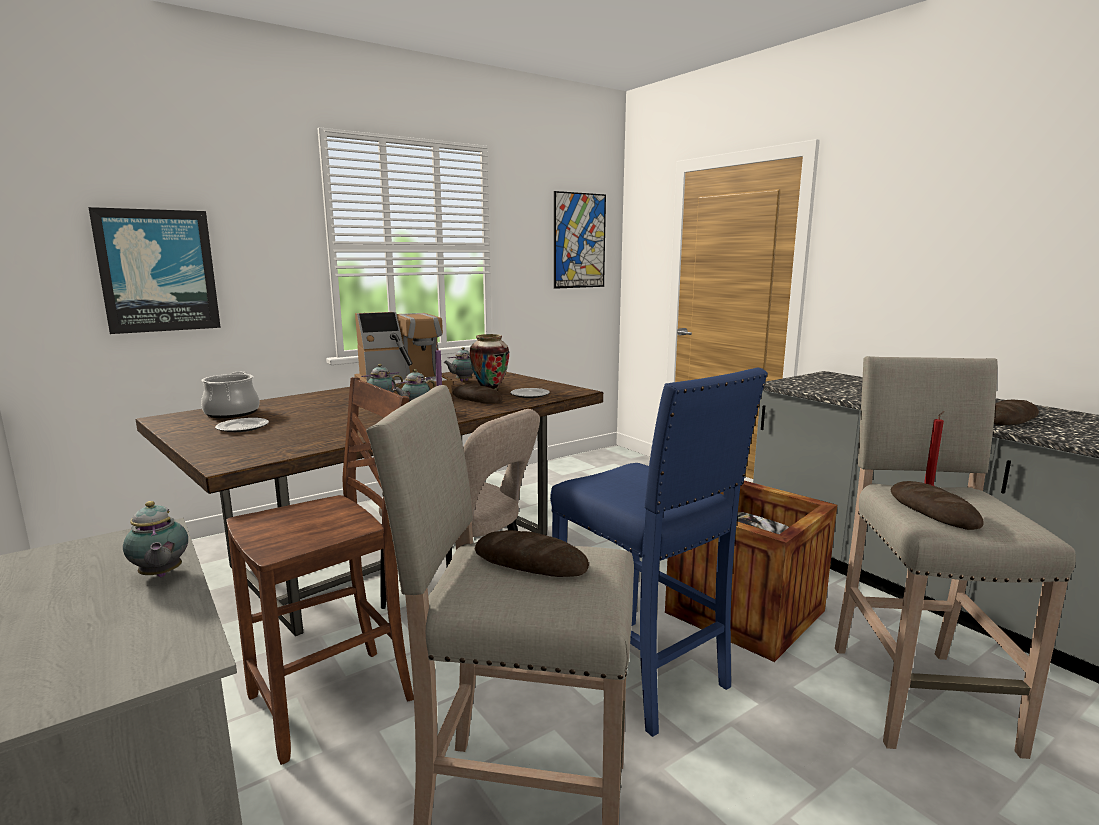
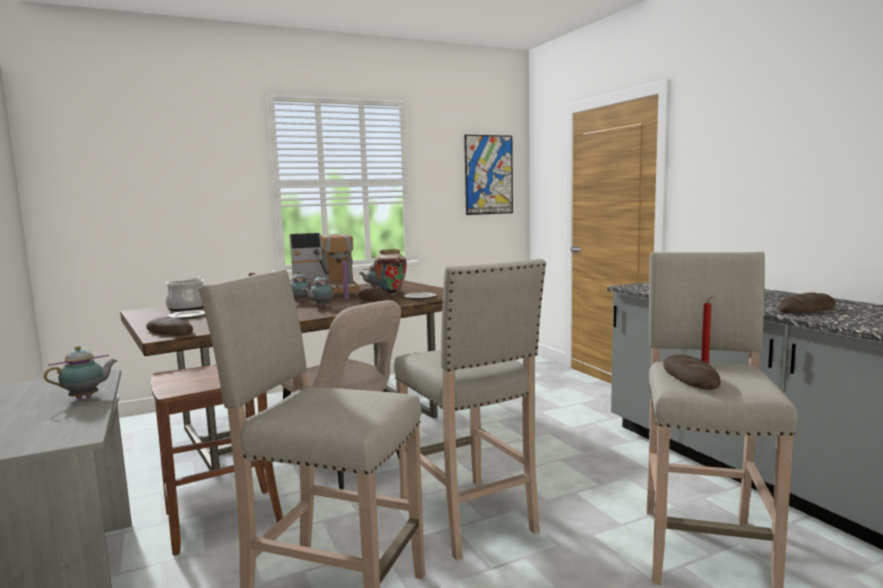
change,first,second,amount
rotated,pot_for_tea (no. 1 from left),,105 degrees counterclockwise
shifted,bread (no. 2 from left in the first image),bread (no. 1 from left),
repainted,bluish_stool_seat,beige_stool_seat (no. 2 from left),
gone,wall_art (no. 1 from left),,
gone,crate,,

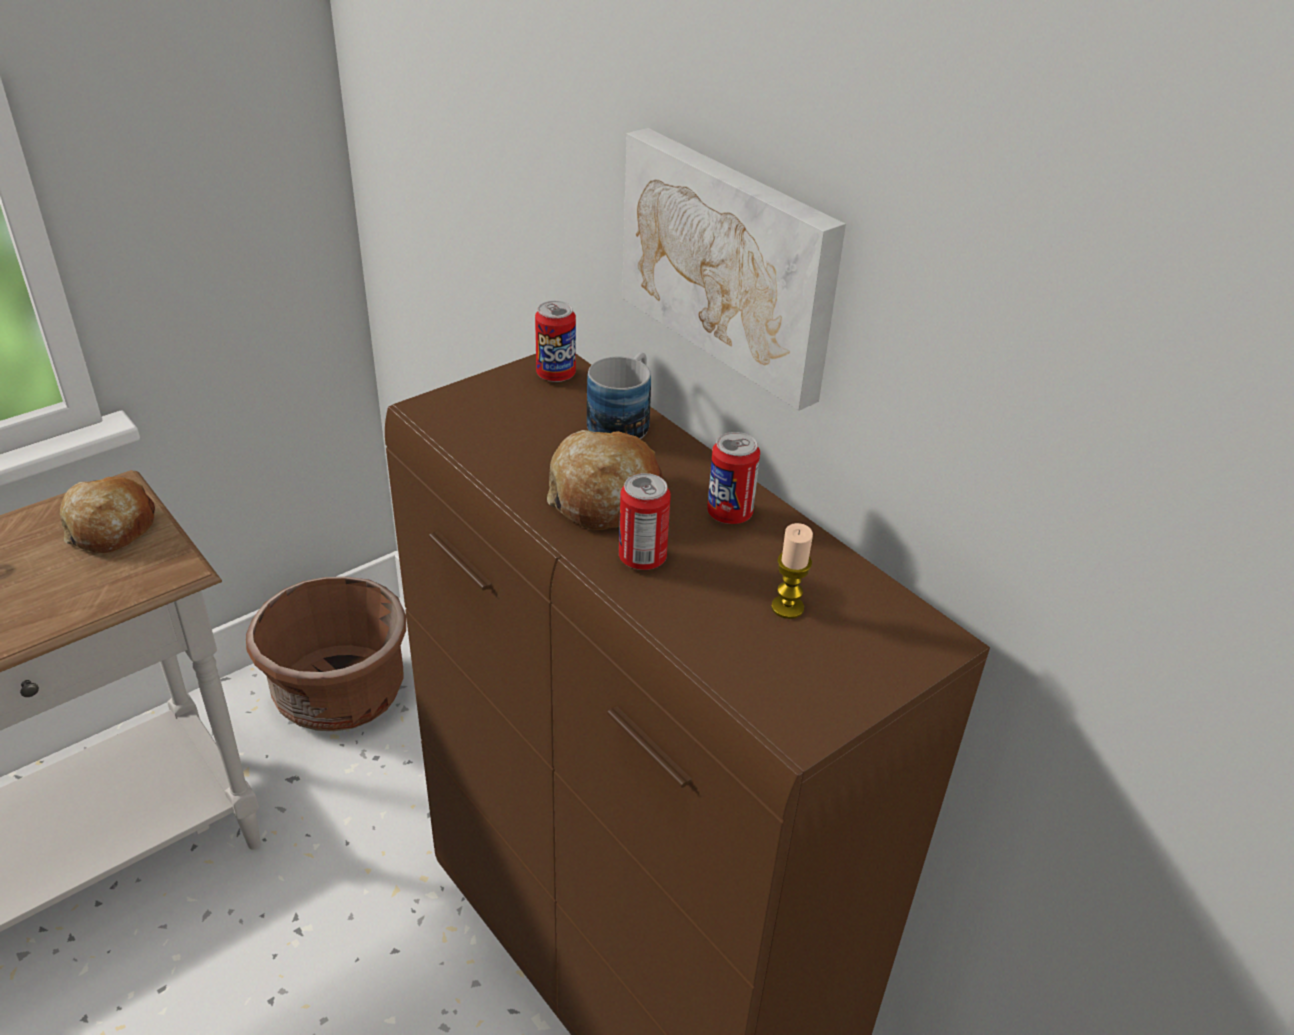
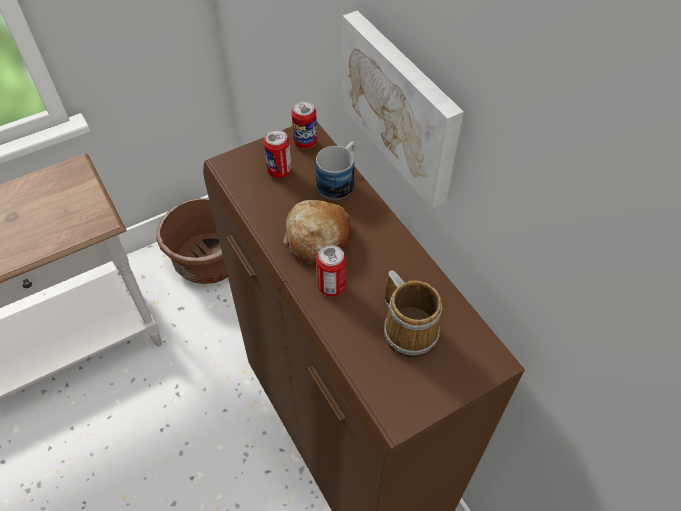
change,first,second,amount
shifted,sealed_can (no. 3 from left in the first image),sealed_can (no. 1 from left),
swapped,wax_light,mug (no. 2 from left),
gone,bread (no. 1 from left),,

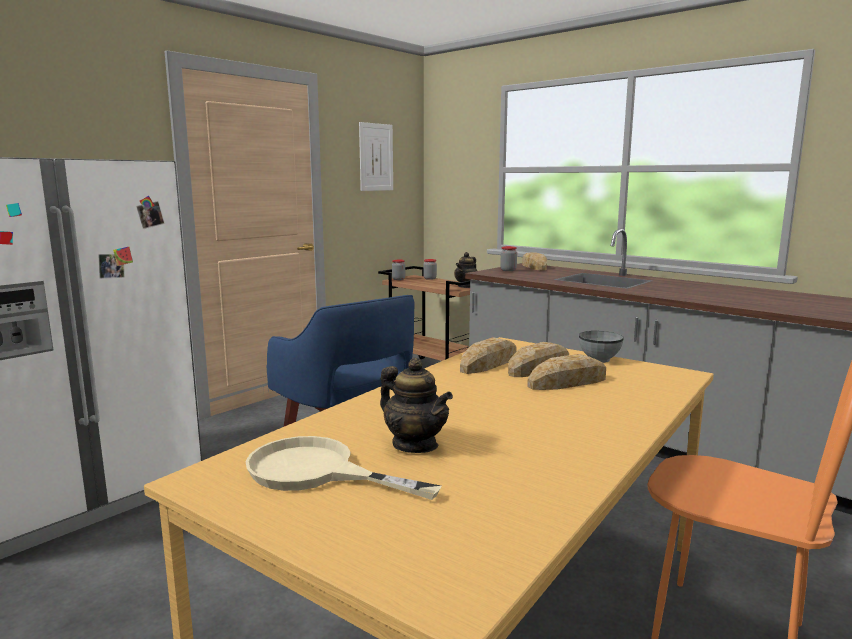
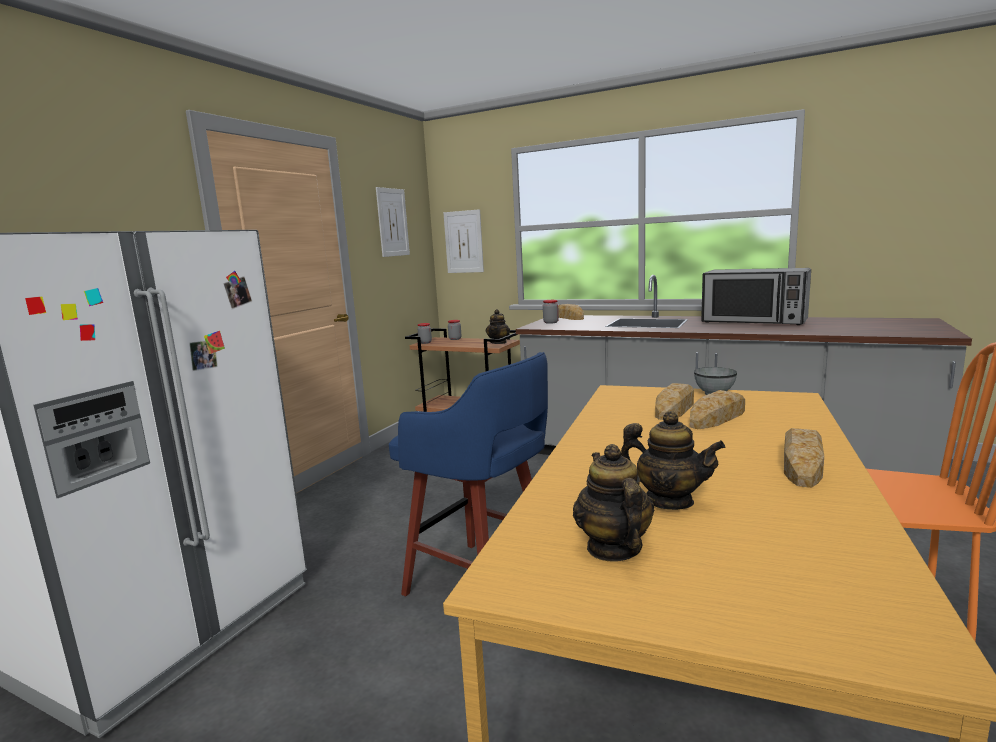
change,first,second,amount
new,,wall_art (no. 2 from left),
swapped,beige_frying_pan,pot_for_tea (no. 2 from left),
new,,microwave_oven,
shifted,bread (no. 1 from left in the first image),bread (no. 4 from left),

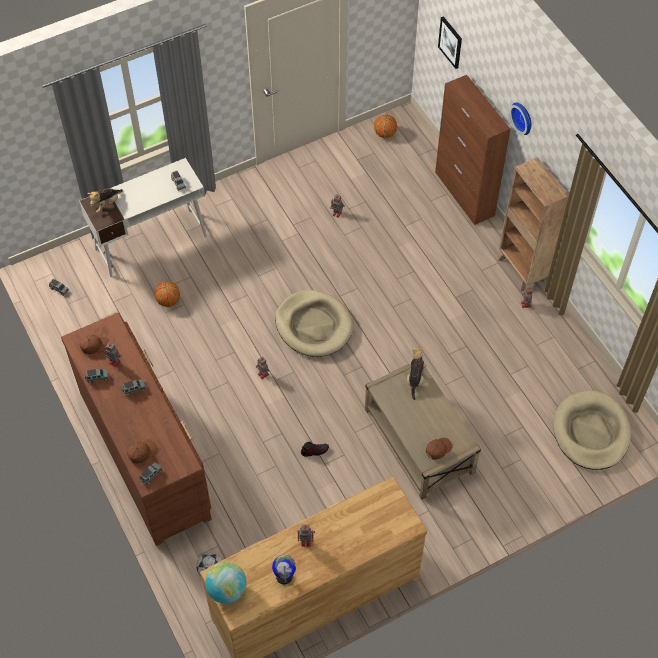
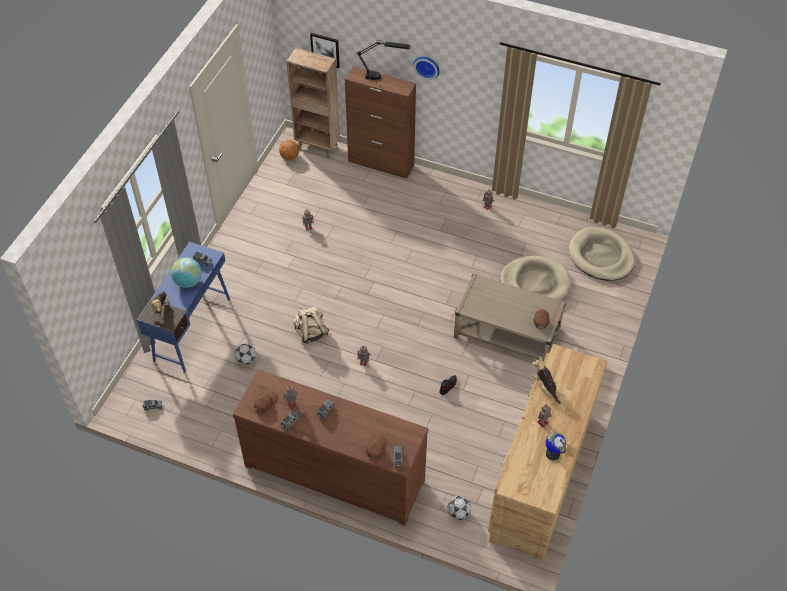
change,first,second,amount
repainted,whitish_desk_table,bluish_desk_table,
shifted,desk_globe (no. 1 from left),,
swapped,basketball (no. 1 from left),football (no. 1 from left),
shifted,brown-coloured_bookcase,,
new,,beige_rucksack,
new,,black-coloured_table_lamp,
shifted,beige_dog_cushion (no. 1 from left),,
shifted,plush_toy (no. 2 from left),,

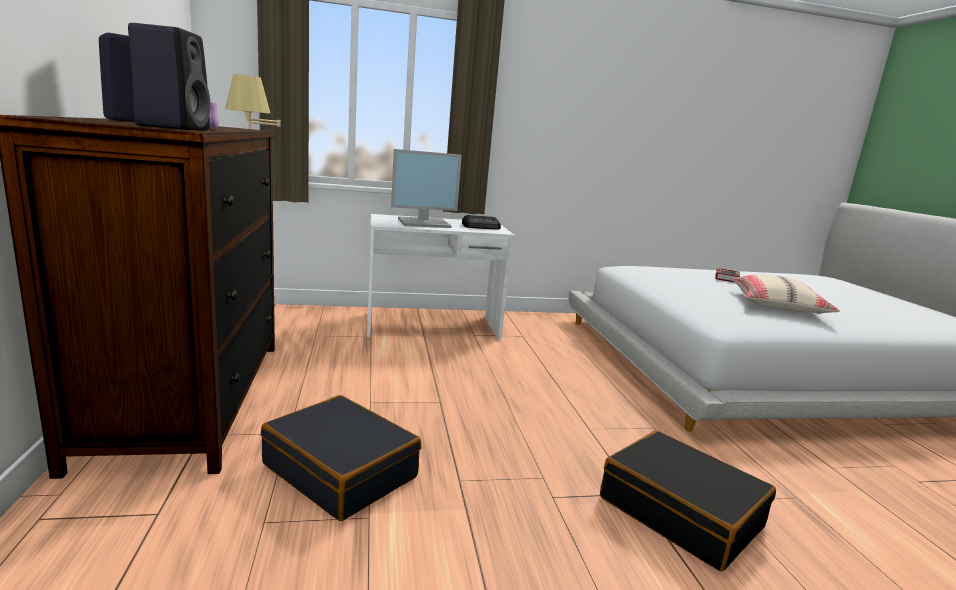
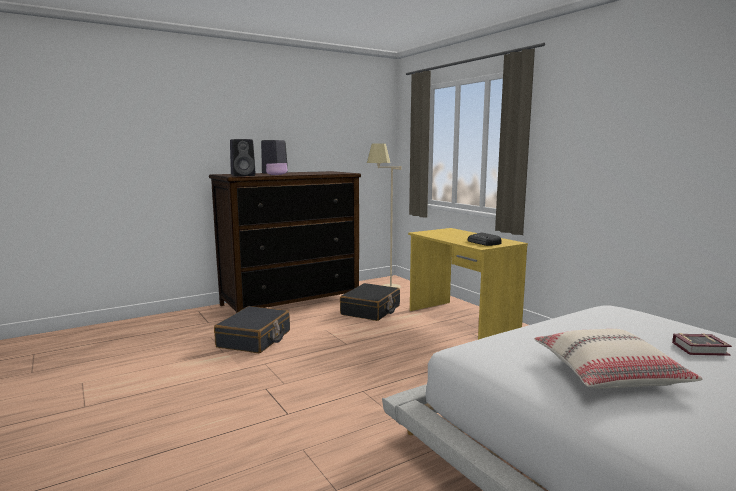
change,first,second,amount
shifted,black-coloured_suitcase (no. 2 from left),,
repainted,whitish_desk_table,yellowish_desk_table,
gone,computer_screen,,

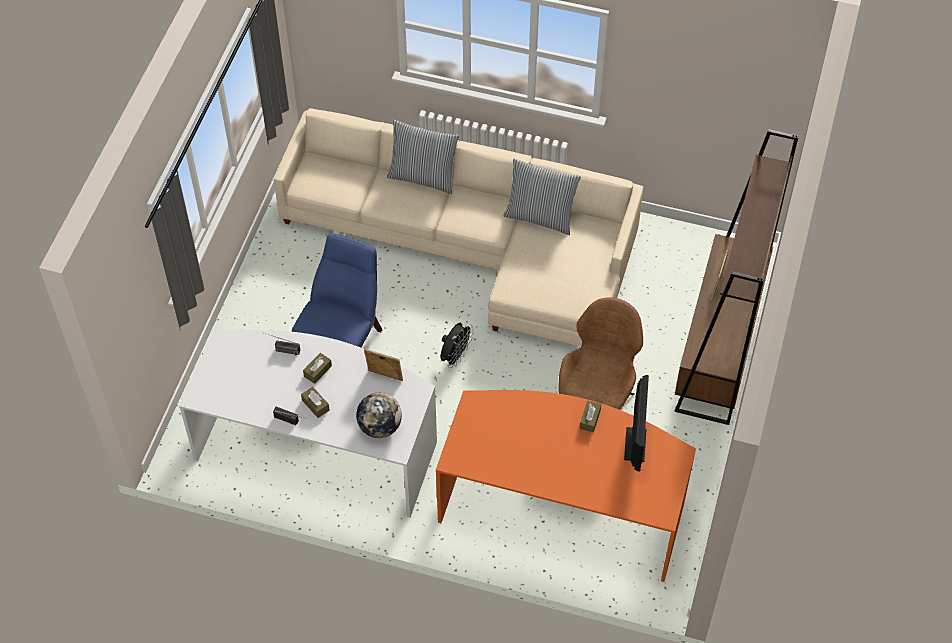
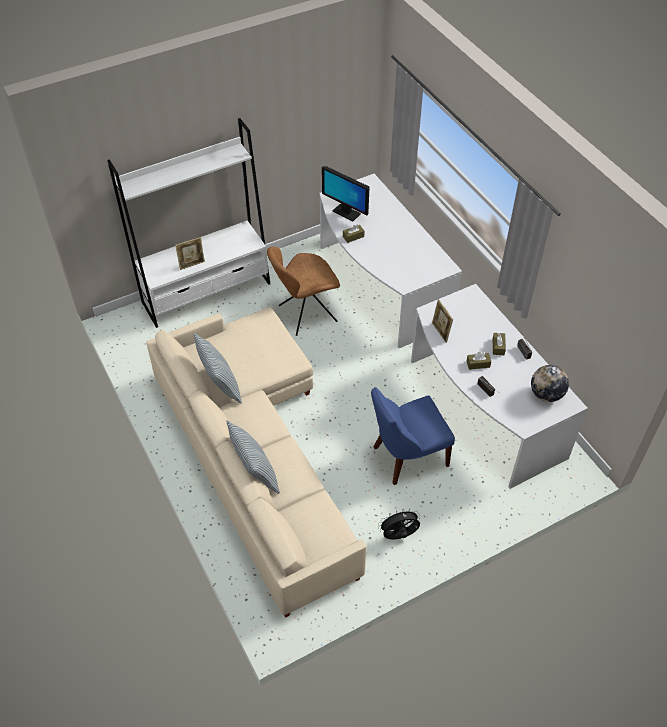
change,first,second,amount
repainted,brown-coloured_bookcase,whitish_bookcase,
repainted,orange-coloured_desk_table,whitish_desk_table (no. 1 from left),
rotated,computer_screen,,105 degrees counterclockwise
shifted,black-coloured_electric_fan,,
shifted,desk_globe,,

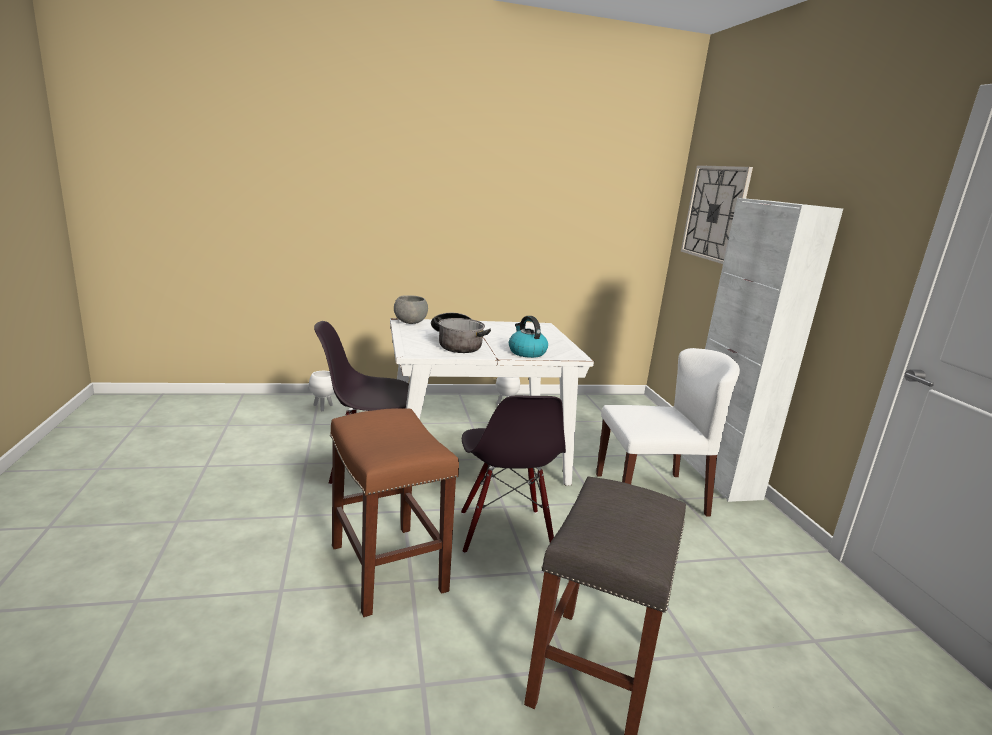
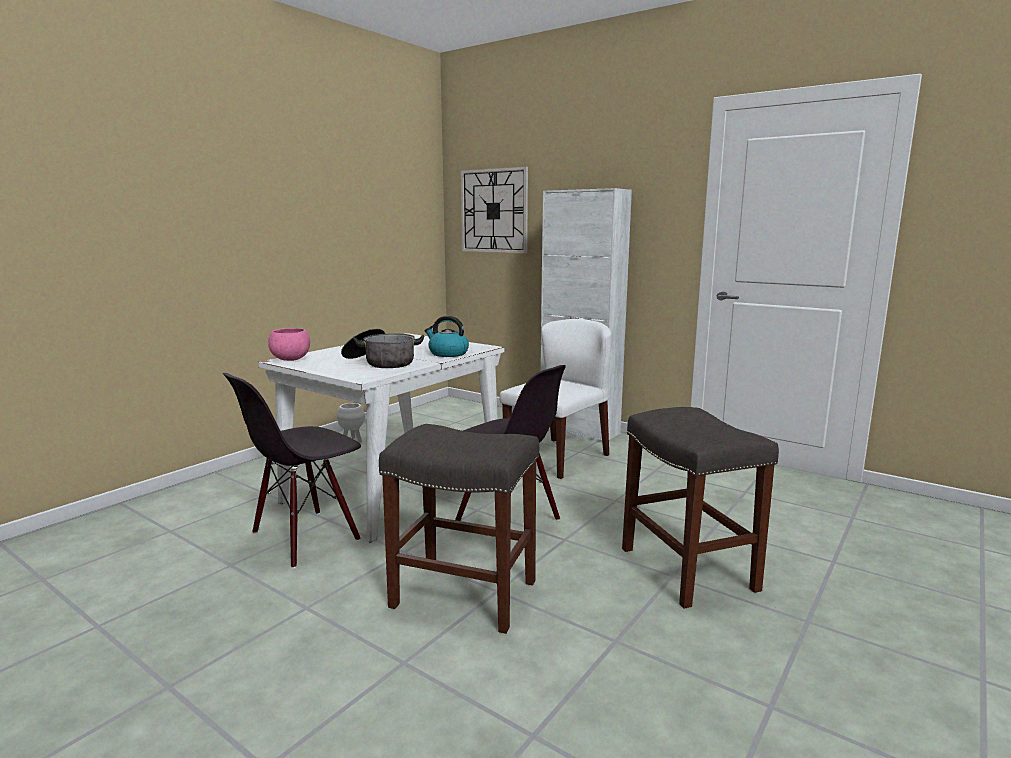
change,first,second,amount
repainted,grey_serving_bowl,pinkish_serving_bowl,
repainted,brown-coloured_stool_seat,grey_stool_seat (no. 1 from left),
gone,whitish_planter (no. 1 from left),,

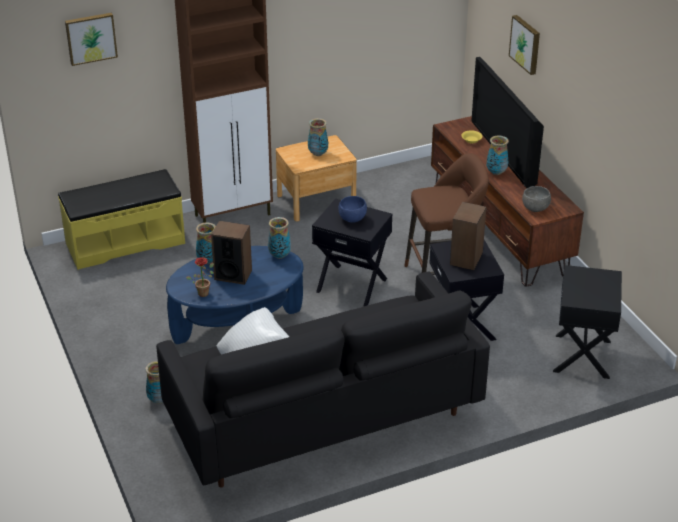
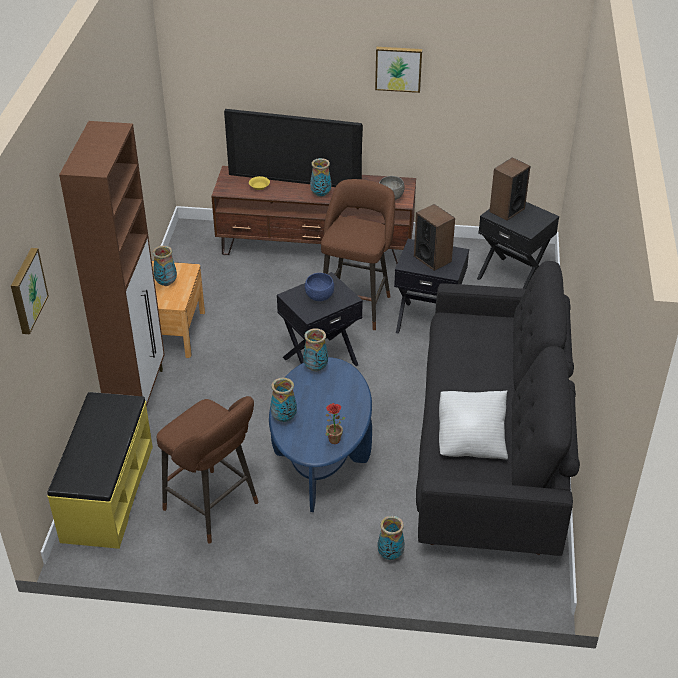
change,first,second,amount
new,,brown-coloured_stool_seat (no. 1 from left),
shifted,wall_art (no. 2 from left),,
shifted,speaker (no. 1 from left in the first image),speaker (no. 2 from left),

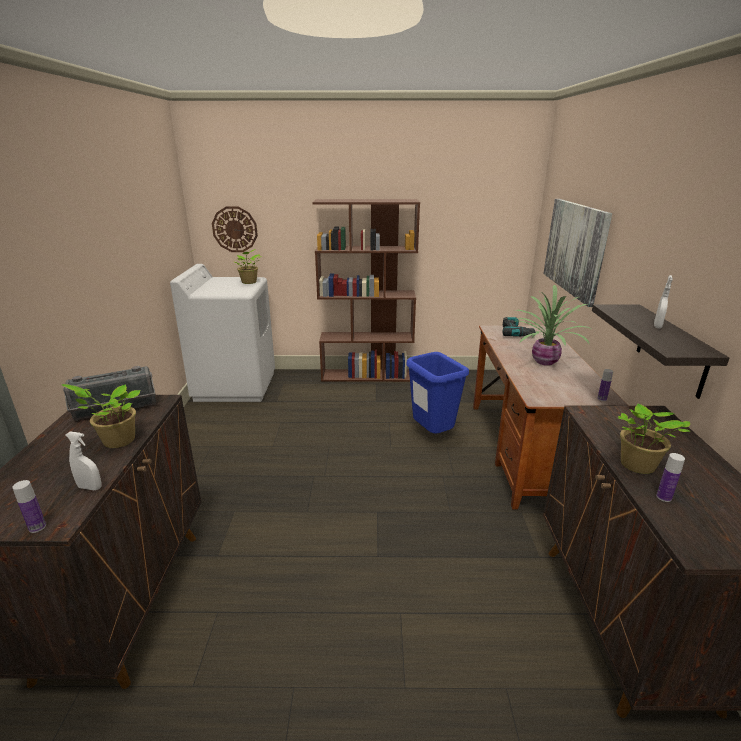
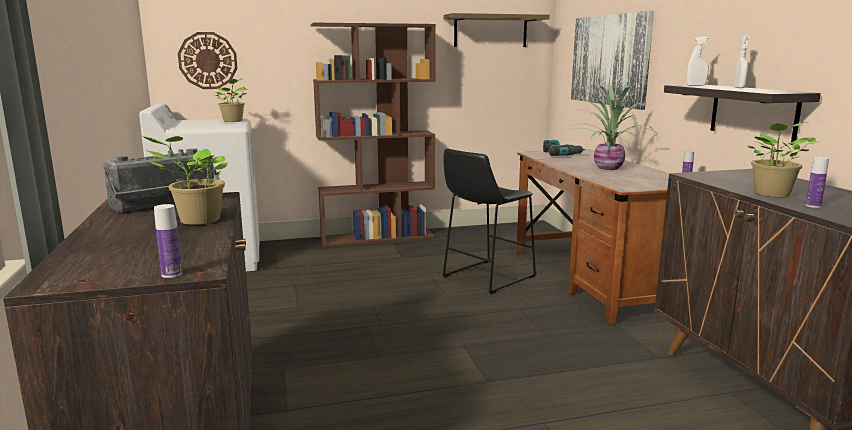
change,first,second,amount
swapped,bluish_waste_bin,black-coloured_stool_seat,
new,,bracket_shelf (no. 1 from left),
shifted,whitish_sprayer (no. 1 from left),,

